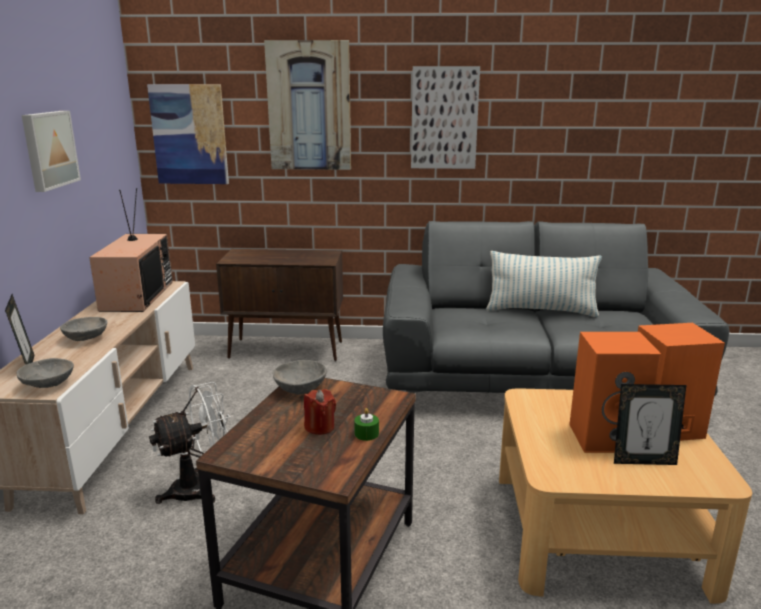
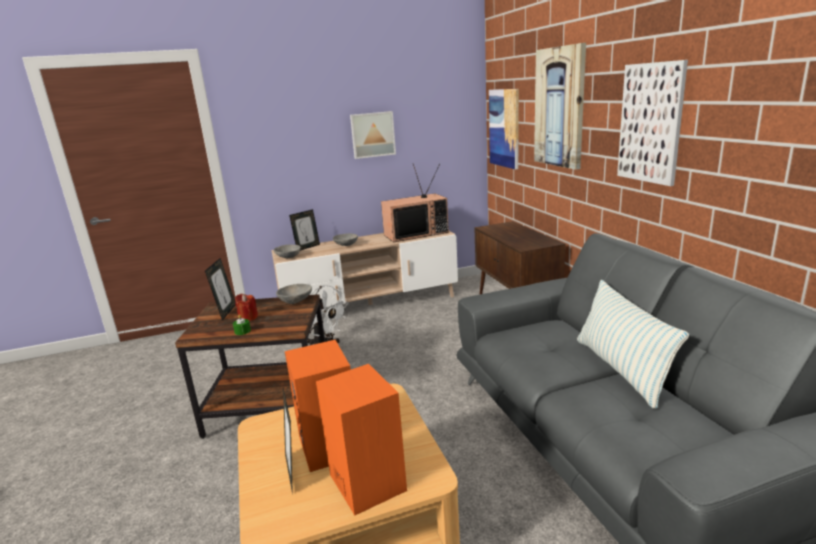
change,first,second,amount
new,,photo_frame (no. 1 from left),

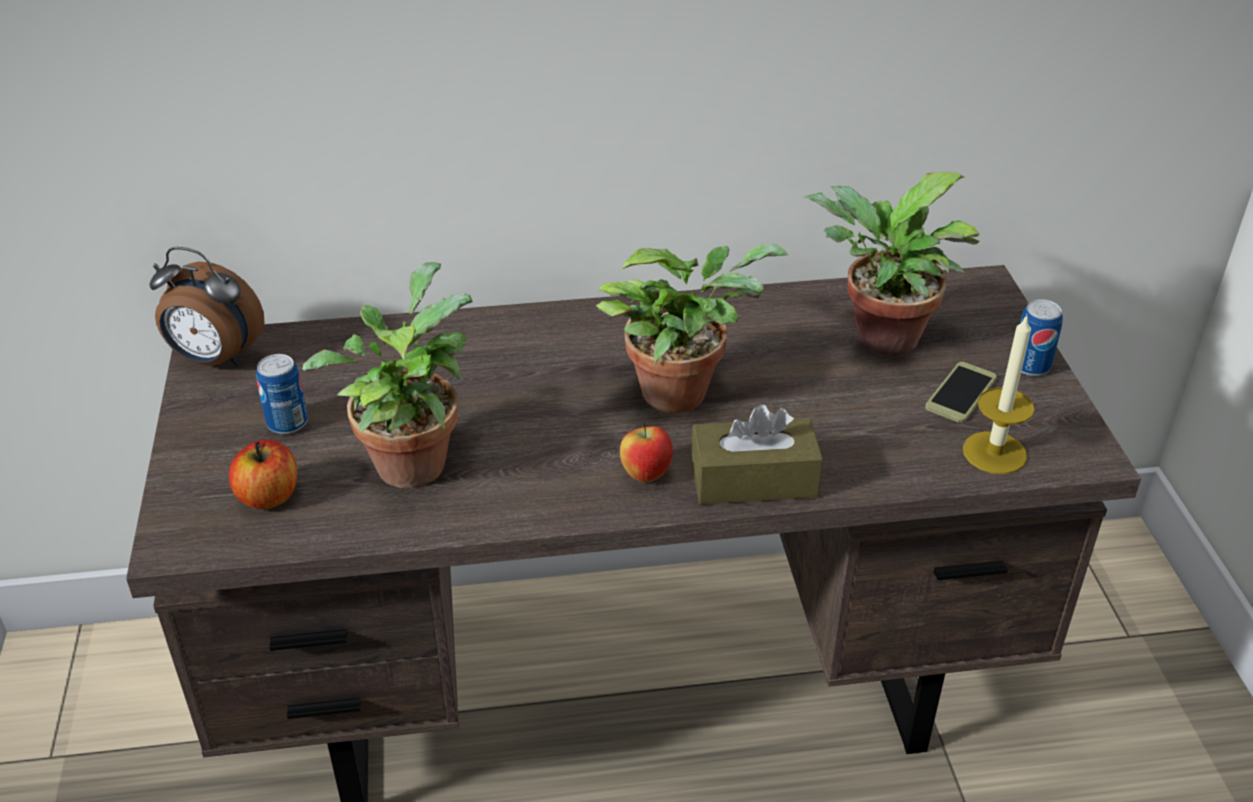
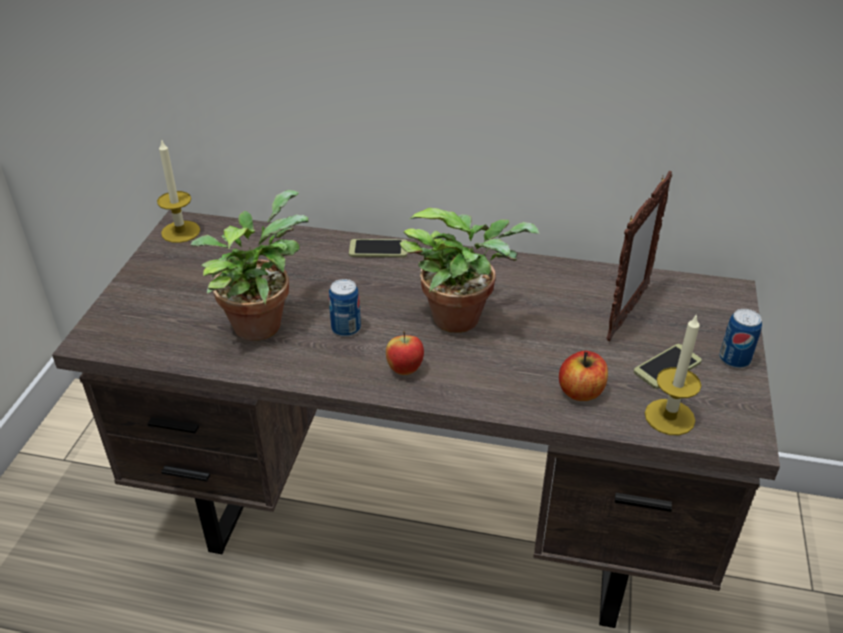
change,first,second,amount
swapped,bedside_clock,wax_light (no. 1 from left),
shifted,sealed_can (no. 1 from left),,
new,,telephone (no. 1 from left),
shifted,apple_fruit (no. 1 from left in the first image),apple_fruit (no. 2 from left),
swapped,plant_in_a_pot (no. 3 from left),photo_frame,
gone,brown-coloured_tissue_holder,,

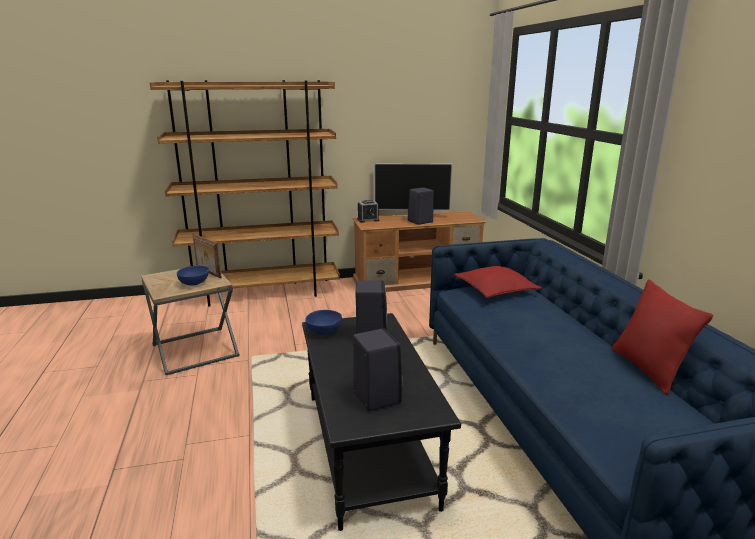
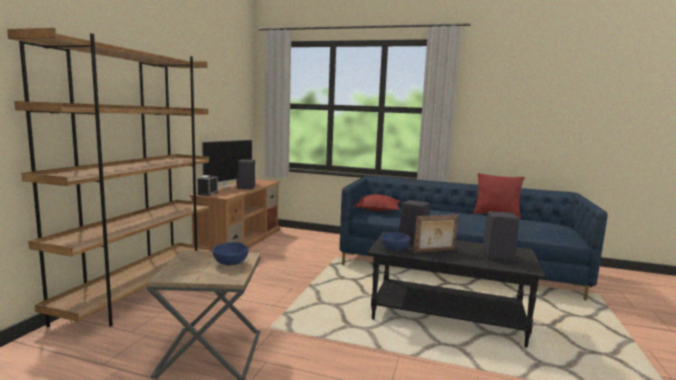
change,first,second,amount
shifted,photo_frame,,

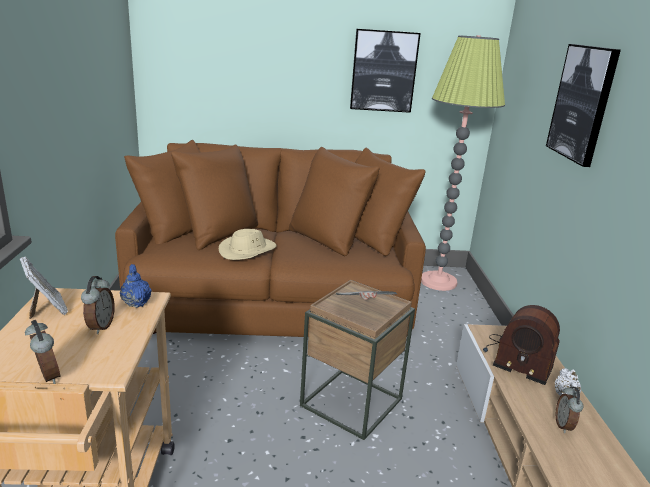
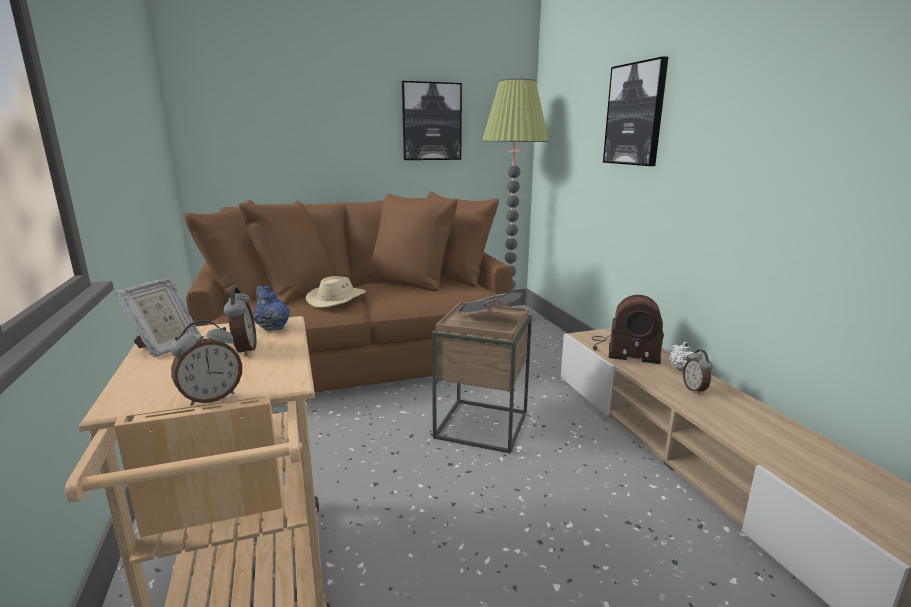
change,first,second,amount
rotated,photo_frame,,75 degrees clockwise
rotated,bedside_clock (no. 1 from left),,105 degrees clockwise

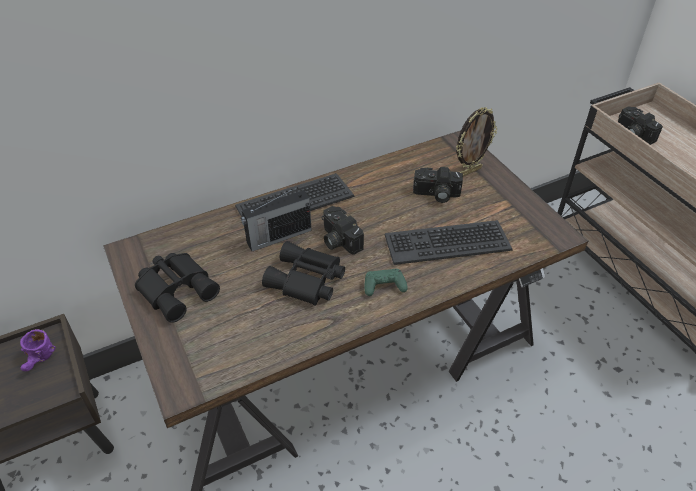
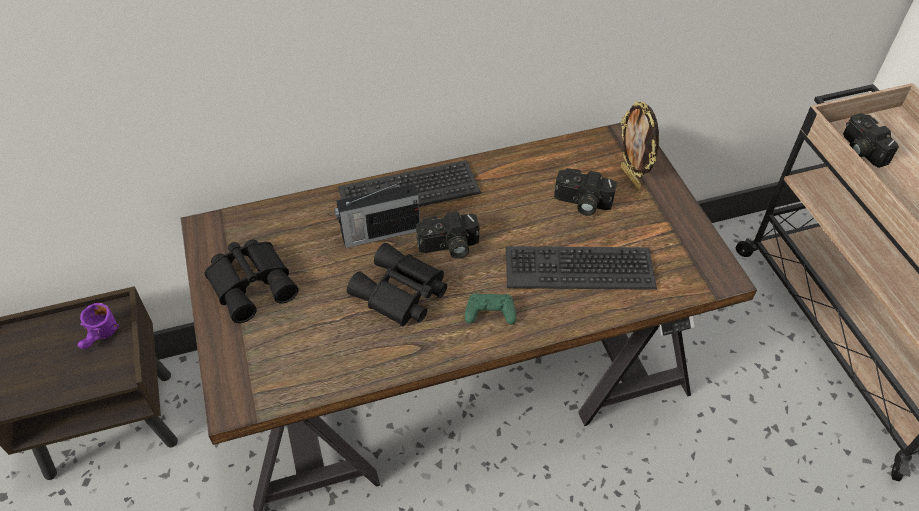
change,first,second,amount
rotated,photo_camera (no. 1 from left),,75 degrees counterclockwise
rotated,photo_frame,,90 degrees clockwise

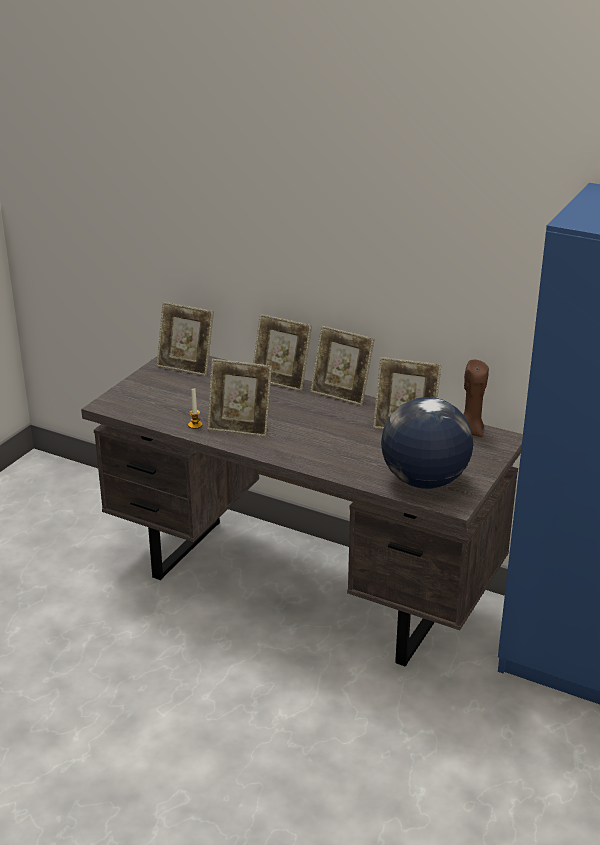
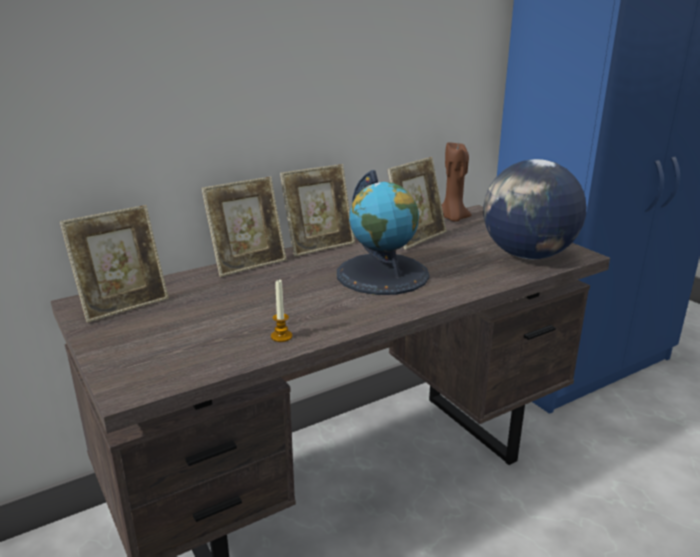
change,first,second,amount
new,,desk_globe (no. 1 from left),
gone,photo_frame (no. 2 from left),,

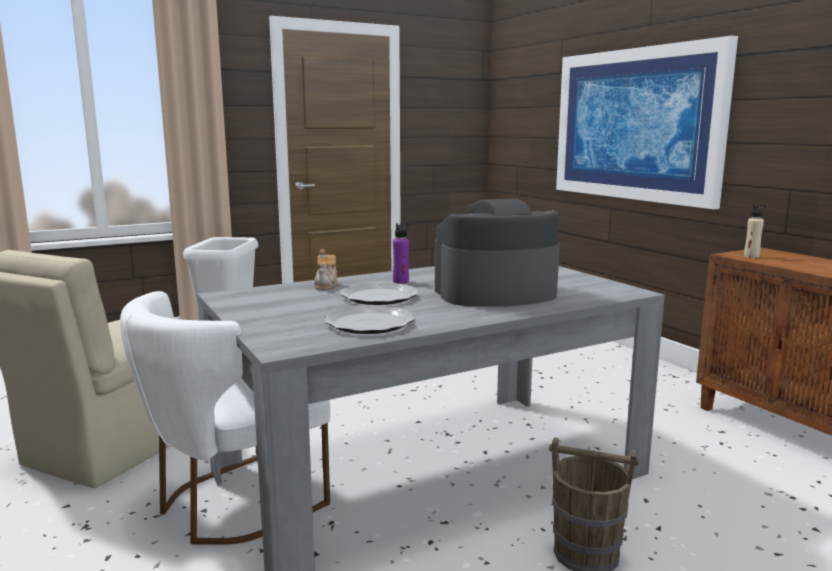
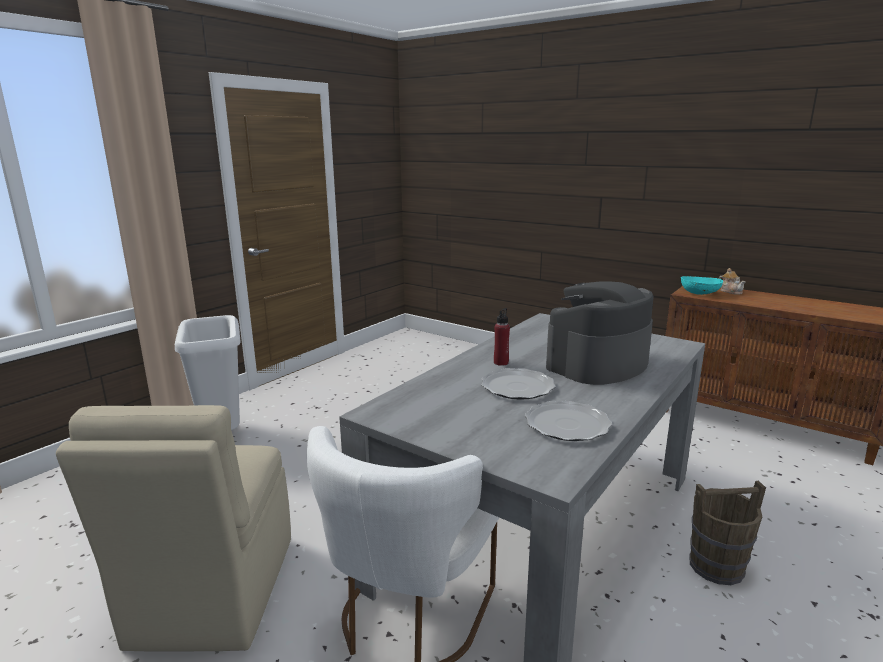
change,first,second,amount
repainted,purple_bottle,red-coloured_bottle,
swapped,beige_bottle,blue-green_serving_bowl,
shifted,pot_for_tea,,
gone,wall_art,,

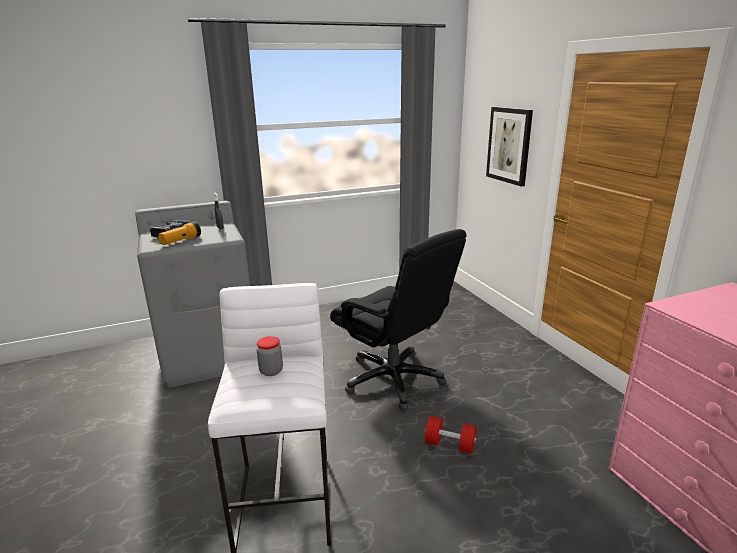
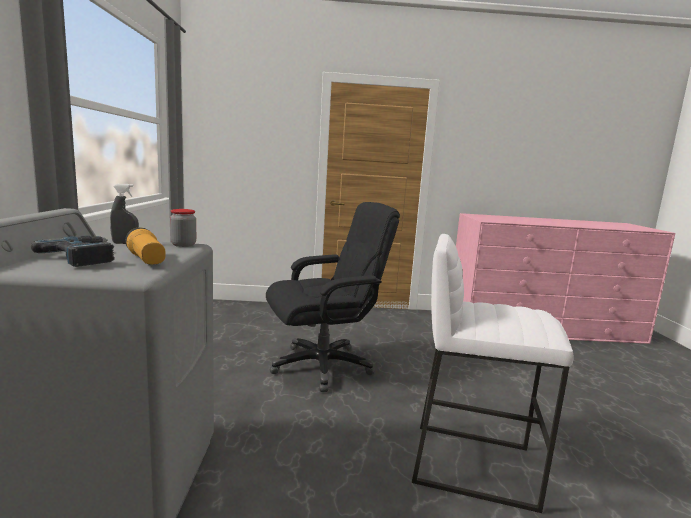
change,first,second,amount
shifted,storage_jar,,
gone,red-coloured_hand_weight,,
gone,wall_art,,

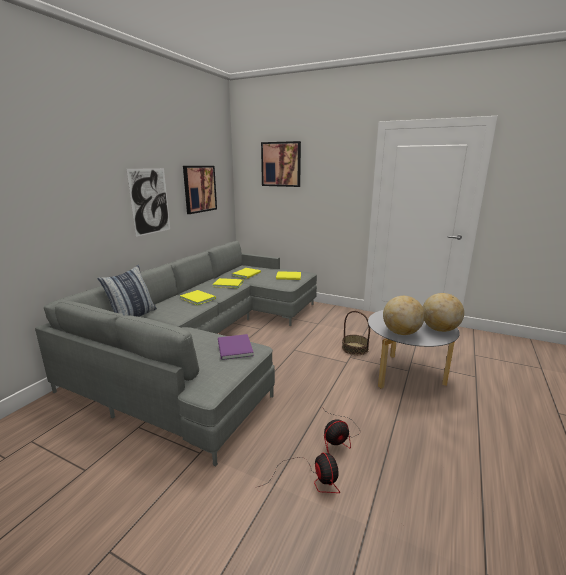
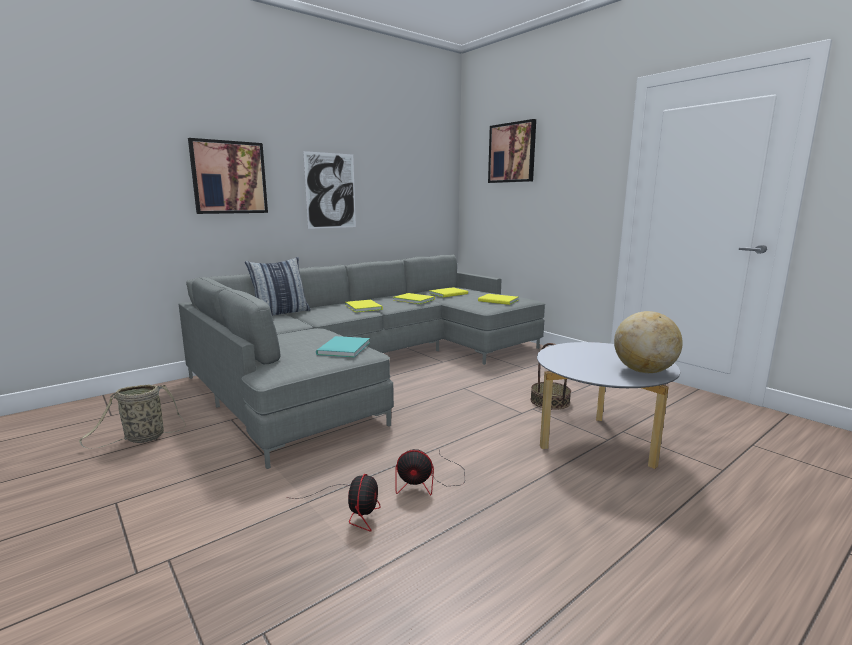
change,first,second,amount
new,,household_basket (no. 1 from left),
shifted,wall_art (no. 2 from left in the first image),wall_art (no. 1 from left),
repainted,purple_book,blue-green_book,
gone,desk_globe (no. 1 from left),,

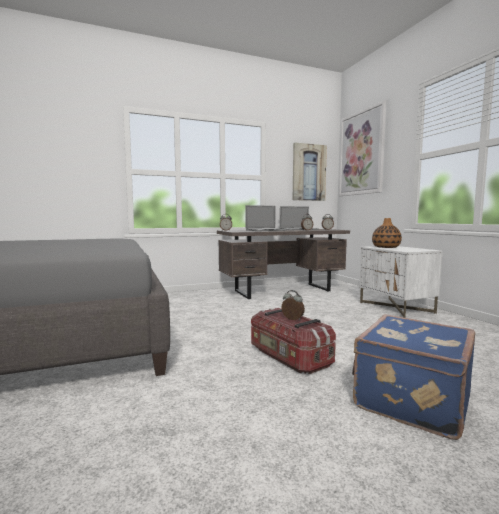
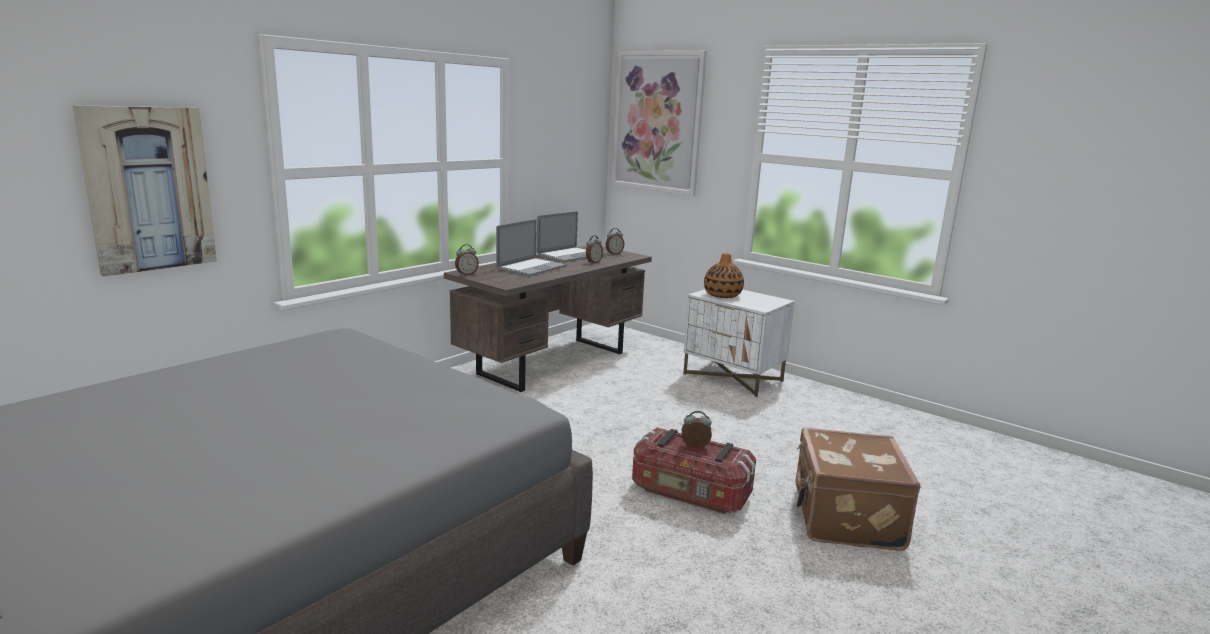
change,first,second,amount
shifted,wall_art (no. 1 from left),,
repainted,bluish_suitcase,brown-coloured_suitcase,

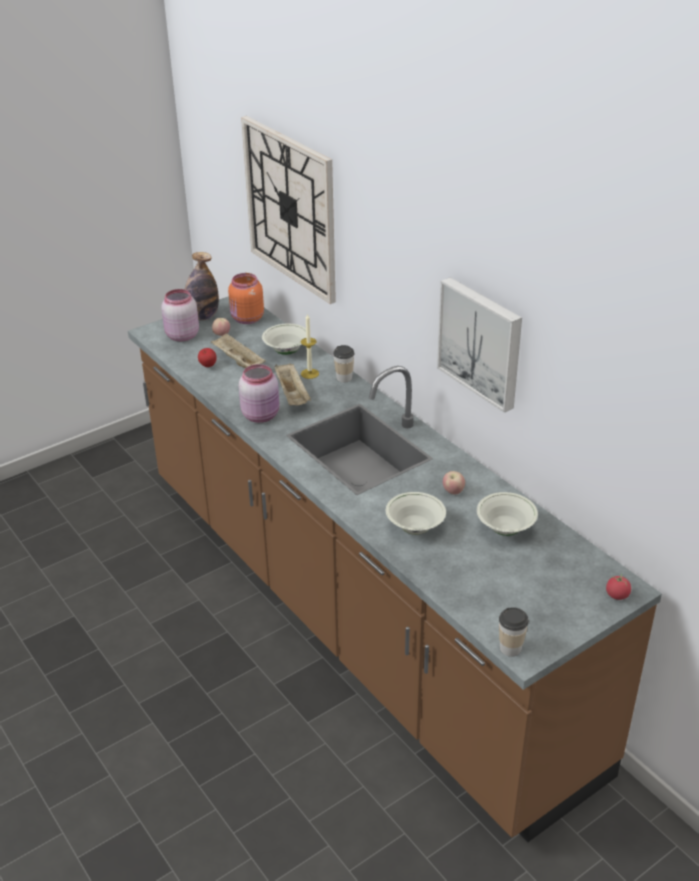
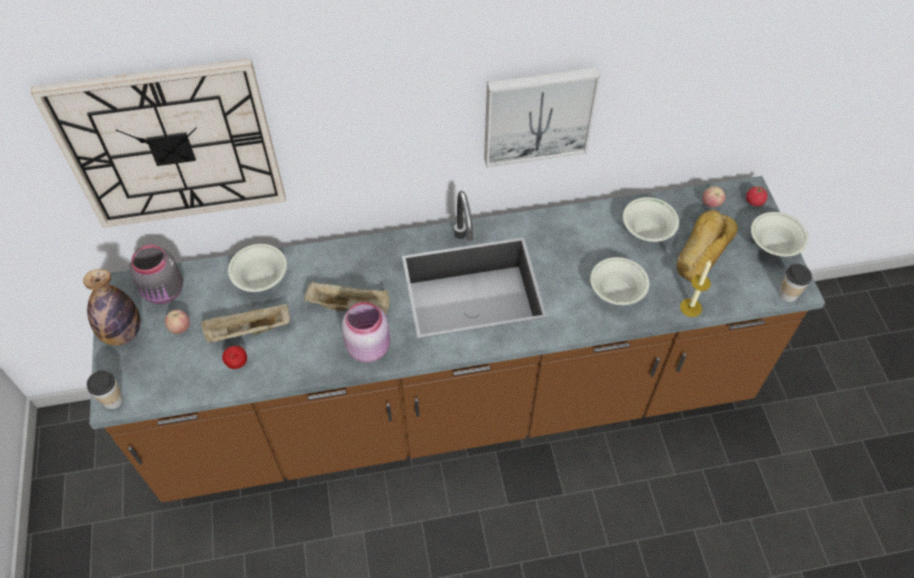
change,first,second,amount
shifted,drinking_cup (no. 1 from left),,
repainted,orange-coloured_storage_jar,grey_storage_jar,
new,,bread,
shifted,wax_light,,
shifted,apple_fruit (no. 3 from left),,
new,,whitish_serving_bowl (no. 4 from left),
gone,pinkish_storage_jar (no. 1 from left),,

